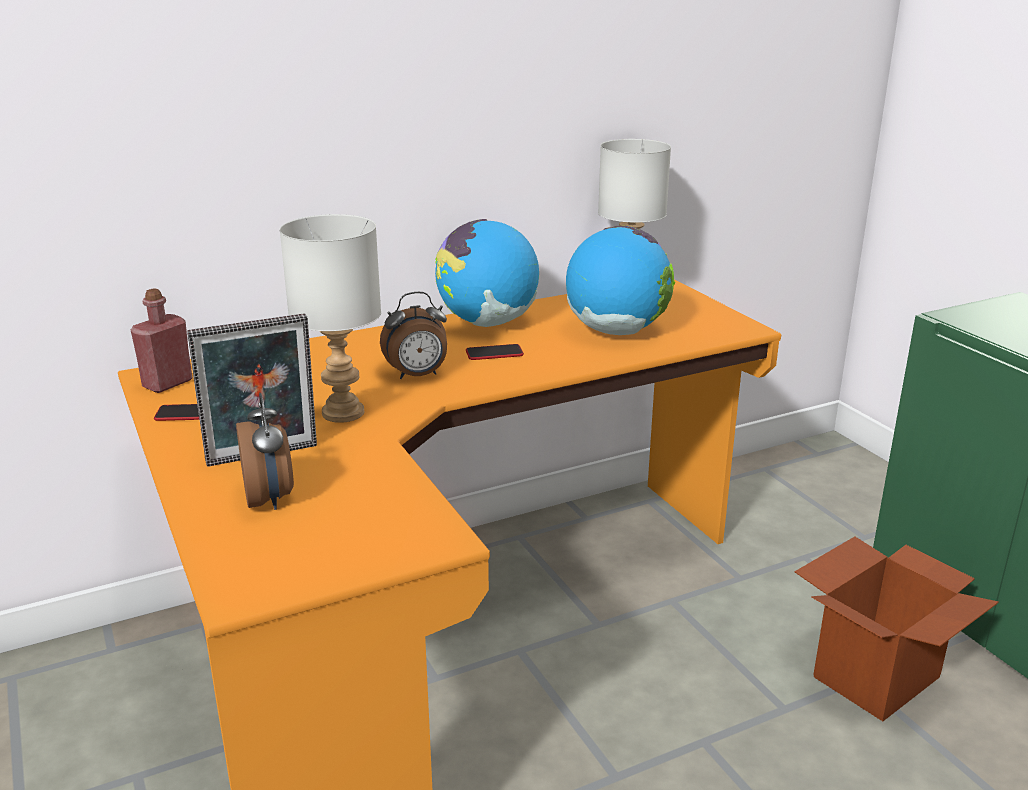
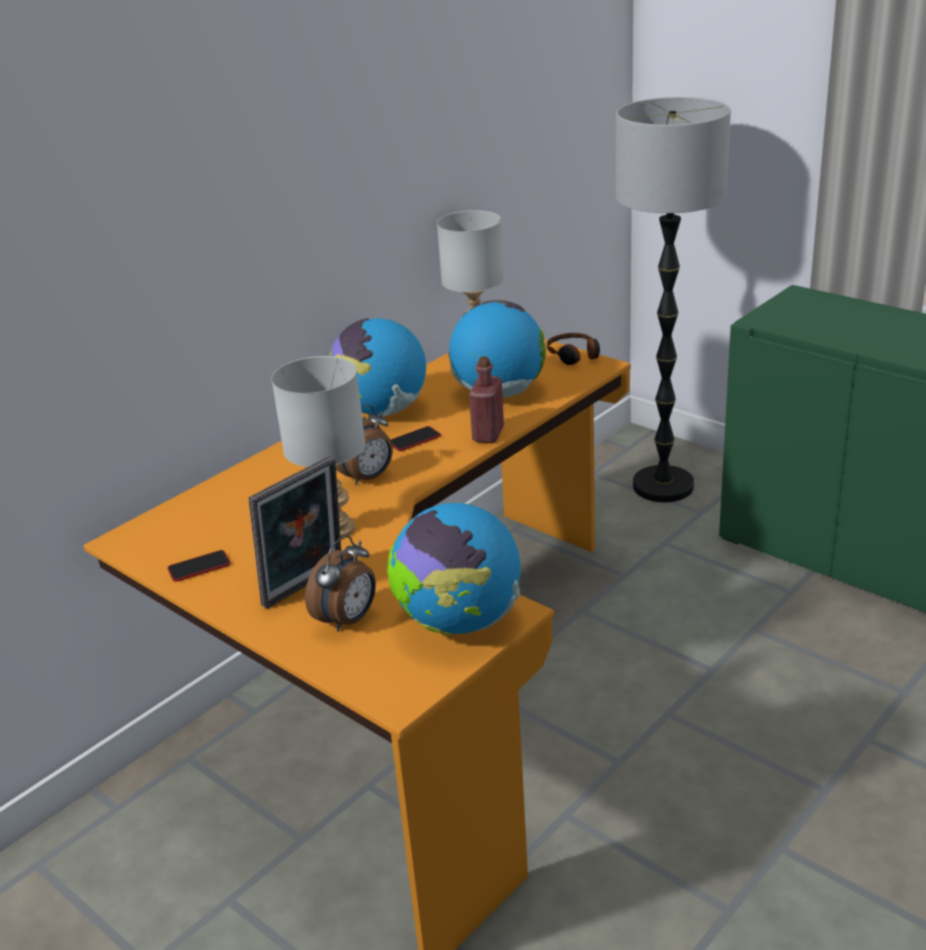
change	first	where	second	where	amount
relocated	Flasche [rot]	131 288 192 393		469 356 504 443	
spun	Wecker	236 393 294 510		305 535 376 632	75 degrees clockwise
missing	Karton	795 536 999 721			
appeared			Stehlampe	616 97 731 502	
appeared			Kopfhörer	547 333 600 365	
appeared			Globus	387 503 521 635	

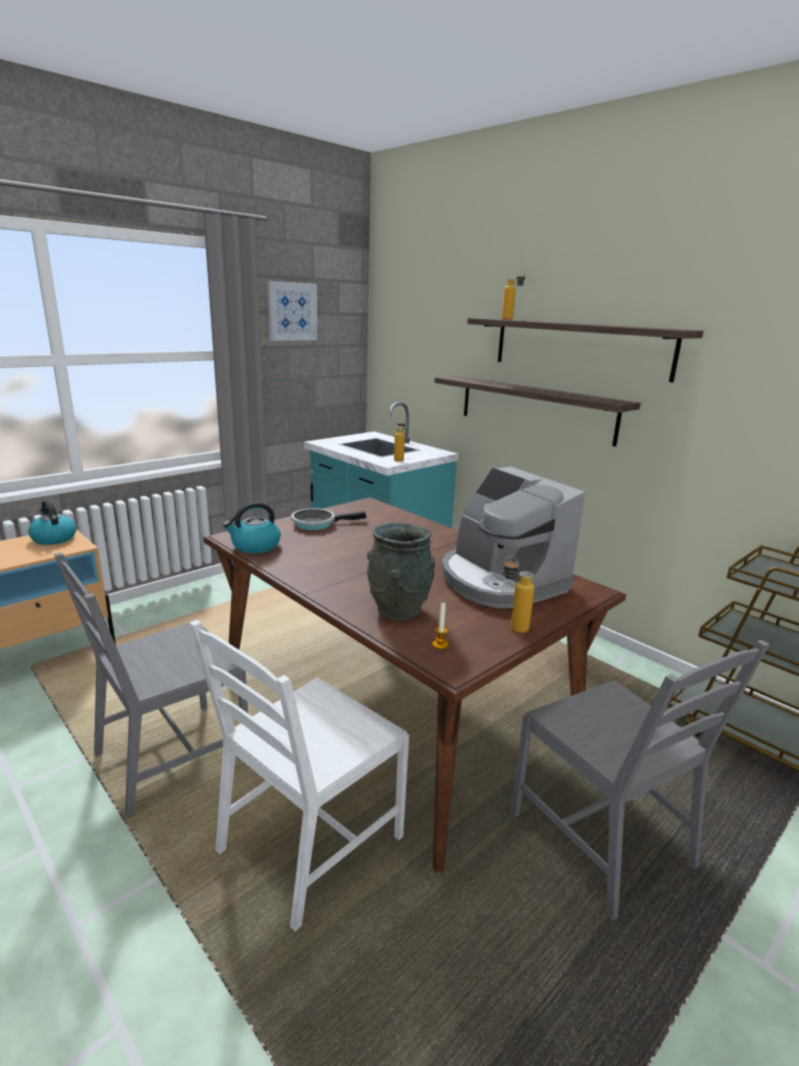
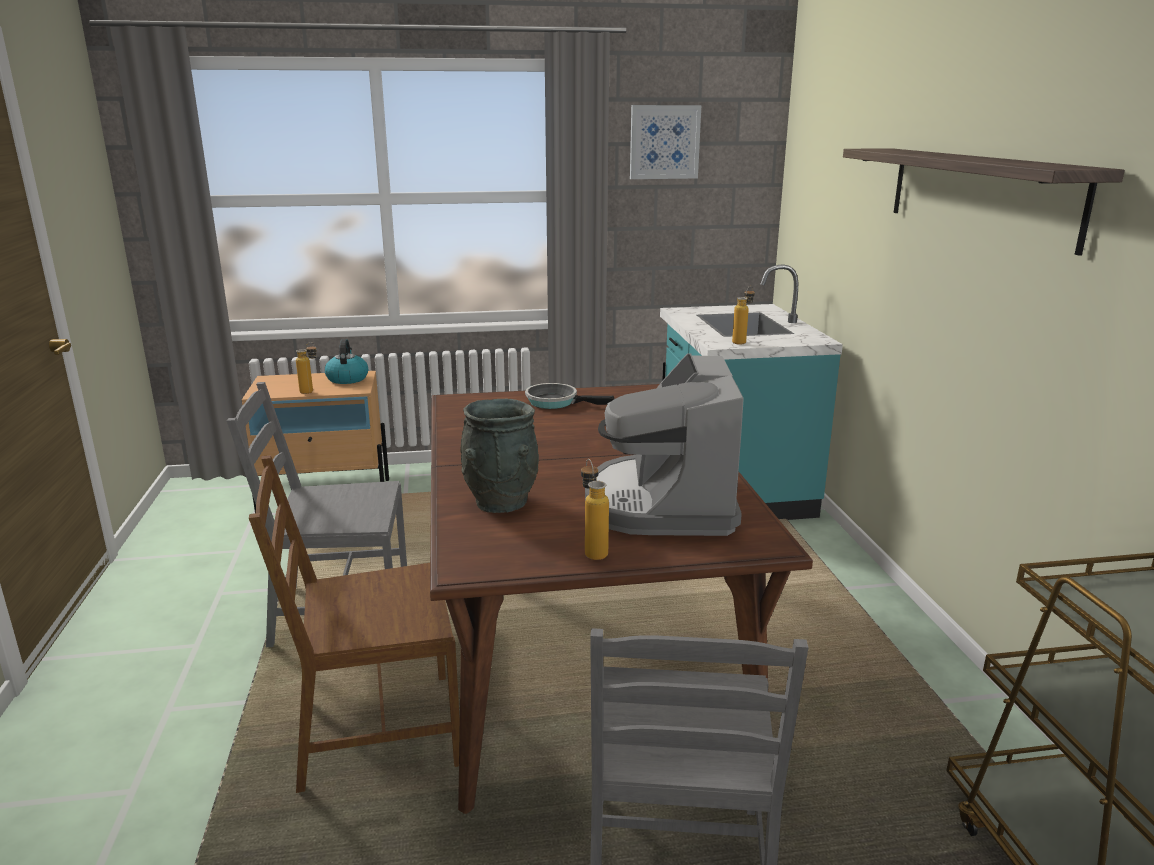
change	first	where	second	where	amount
relocated	Flasche	502 271 525 320		296 342 317 394	
missing	Wandregal	435 376 641 447			
missing	Wasserkessel	223 502 281 553			
missing	Kerze	432 603 449 650			
colour	Stuhl [weiß]	189 620 409 931	Stuhl [braun]	249 455 460 793	

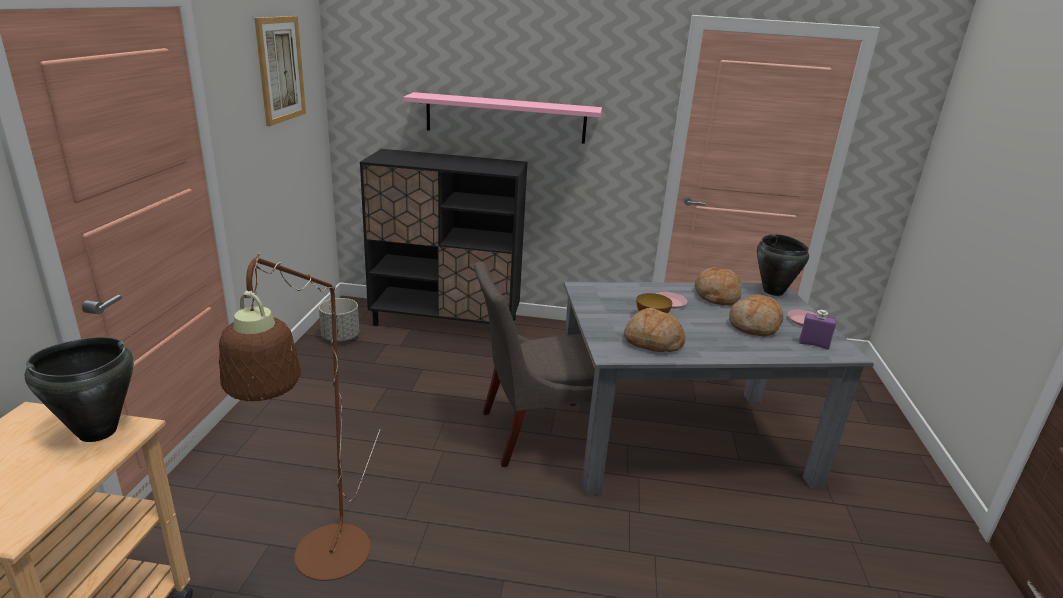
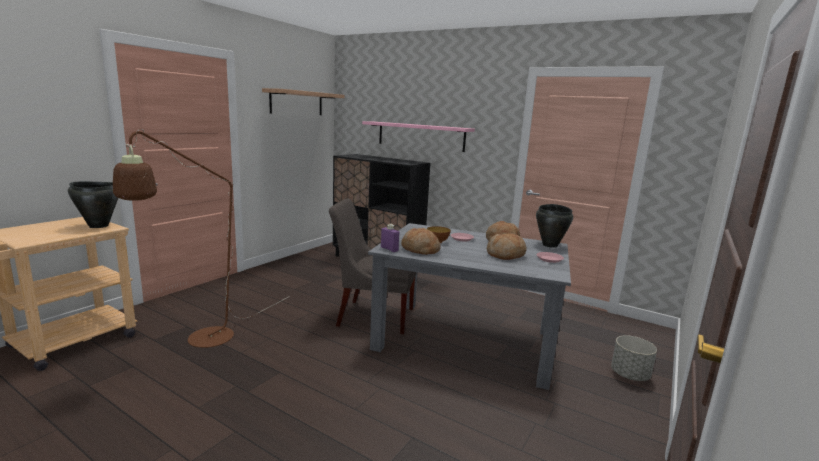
change	first	where	second	where	amount
exchanged	Bild	254 16 306 126	Wandregal	262 88 345 115	
relocated	Pflanzkübel [grau]	319 298 359 341		611 335 657 381	
relocated	Flasche [lila]	799 310 836 350		381 224 399 252	

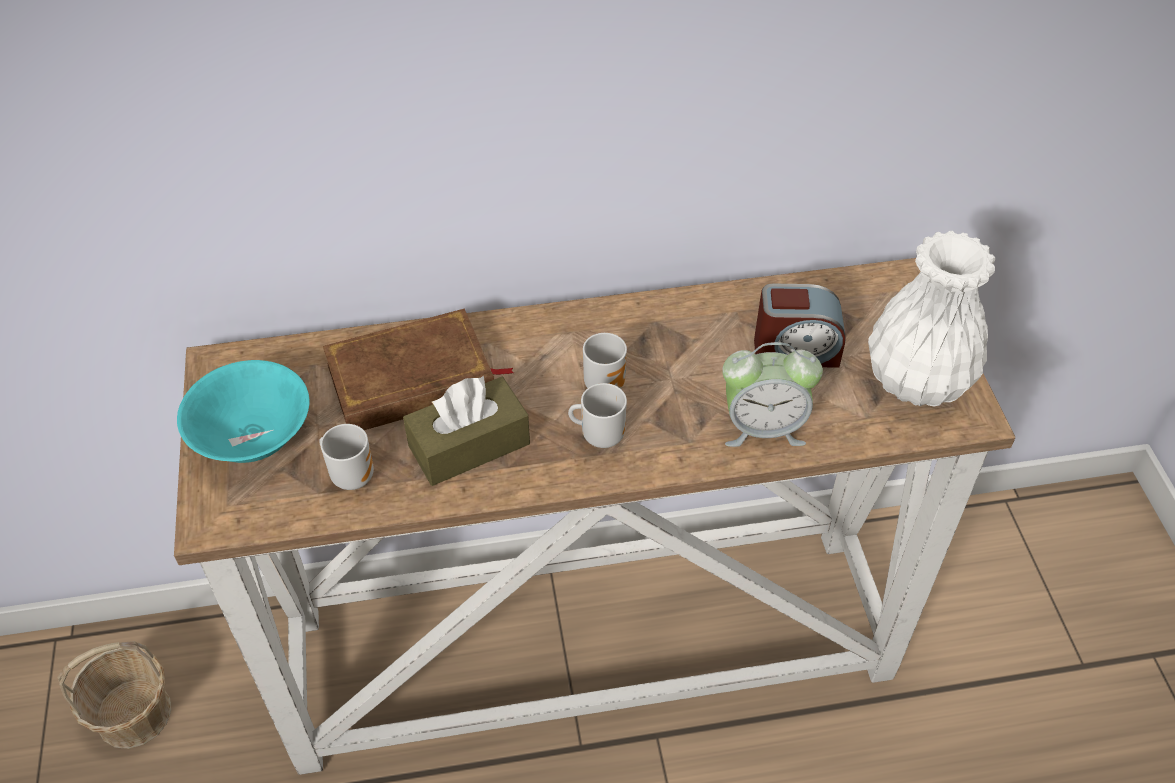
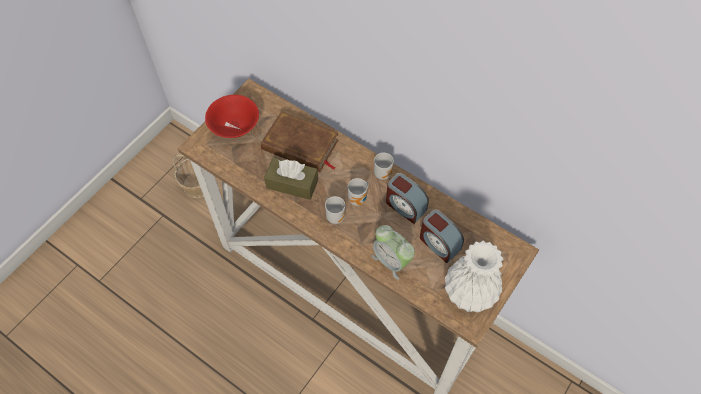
change	first	where	second	where	amount
colour	Schüssel [türkis]	177 360 309 463	Schüssel [rot]	205 95 259 138	
relocated	Henkelbecher	319 424 374 490		374 153 394 180	
appeared			Wecker	386 173 429 224	

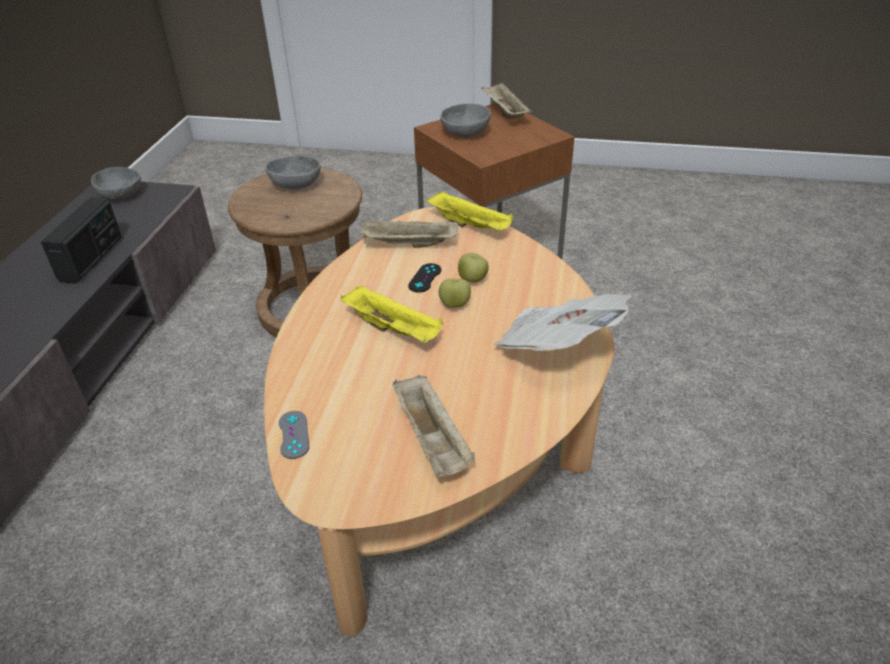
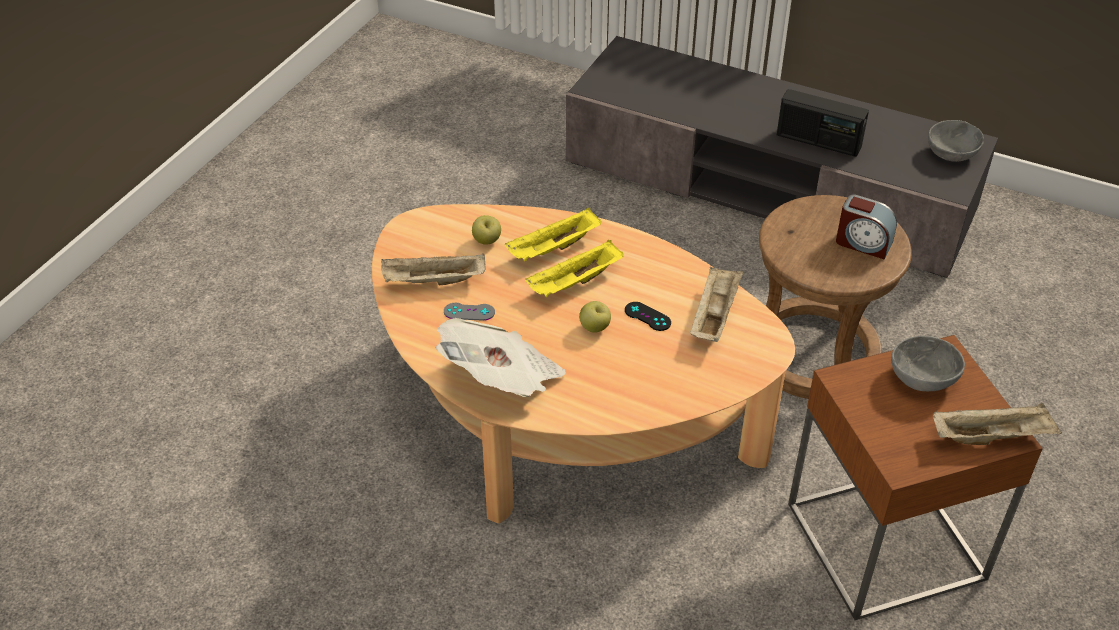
change	first	where	second	where	amount
exchanged	Schüssel [grau]	265 156 321 189	Wecker	836 194 897 259	
relocated	Tablett [gelb]	426 191 514 231		505 208 601 261	
relocated	Apfel	458 253 489 282		472 215 501 245	
relocated	Gamepad [grau]	279 411 309 459		444 303 495 321	

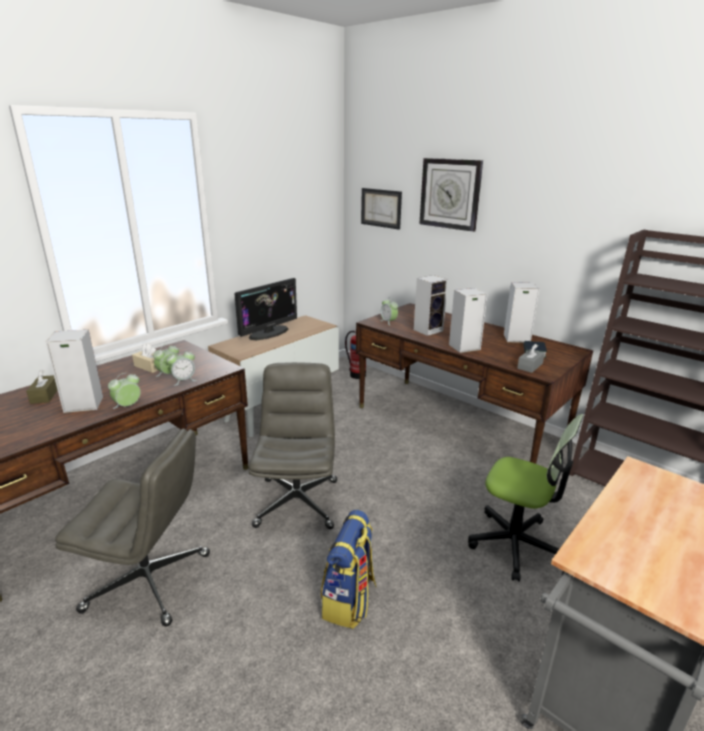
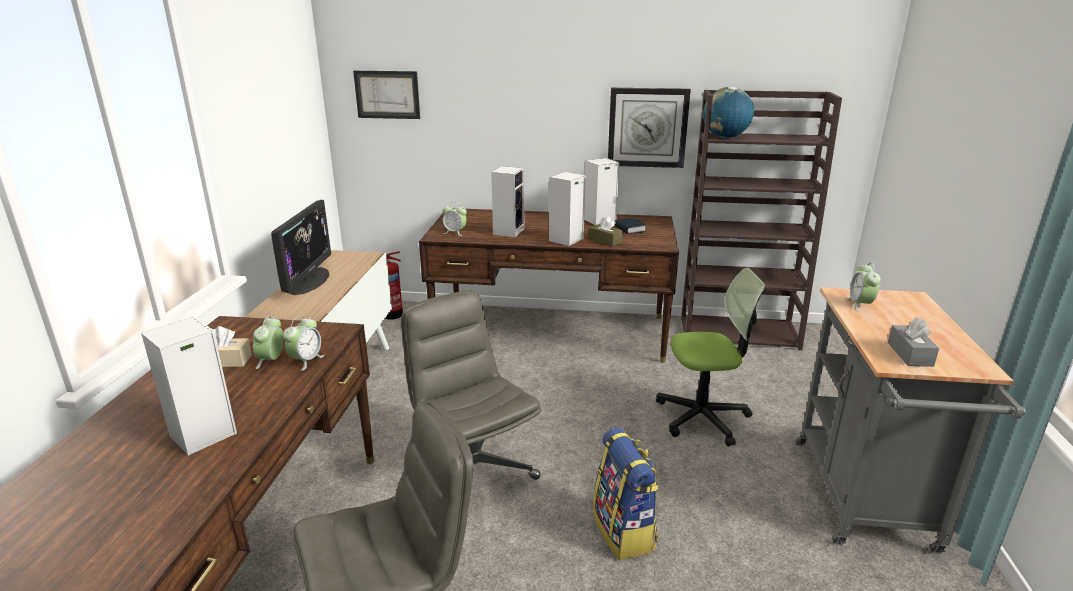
change	first	where	second	where	amount
relocated	Wanduhr	419 158 483 232		608 88 691 168	
relocated	Taschentuchbox [grau]	517 344 545 373		888 317 939 367	
relocated	Taschentuchbox [braun]	26 370 58 404		589 216 623 247	
relocated	Wecker	108 373 141 409		847 262 881 311	
appeared			Globus	703 87 754 138	

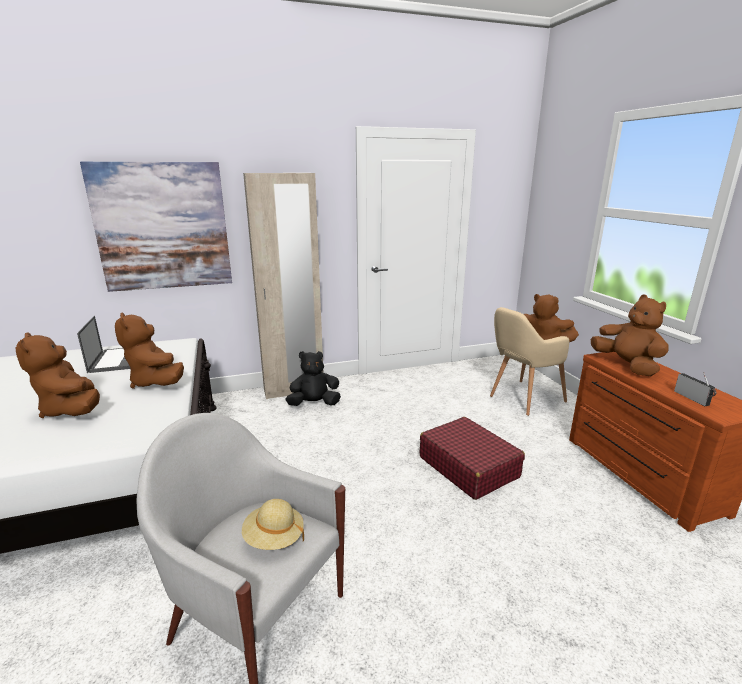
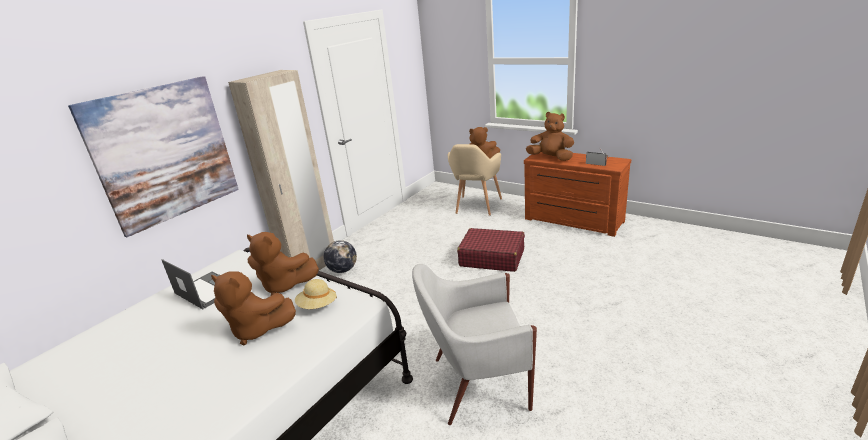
change	first	where	second	where	amount
exchanged	Plüschtier [schwarz]	285 351 341 406	Globus	324 240 357 273	
relocated	Hut [beige]	242 499 304 550		295 279 337 309	

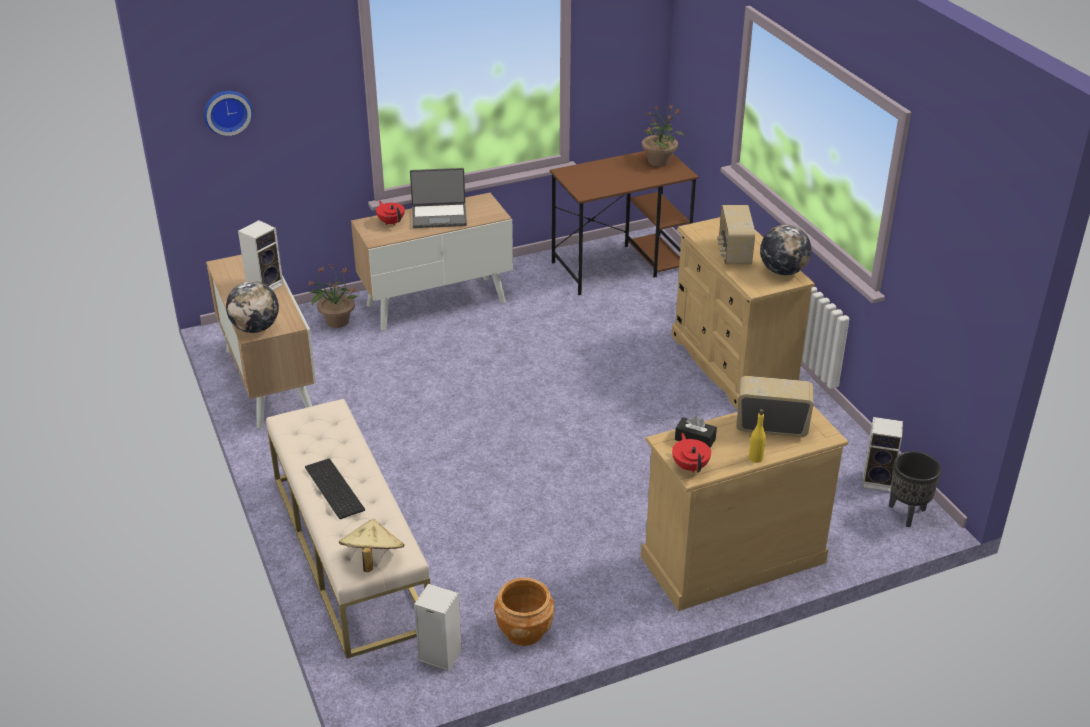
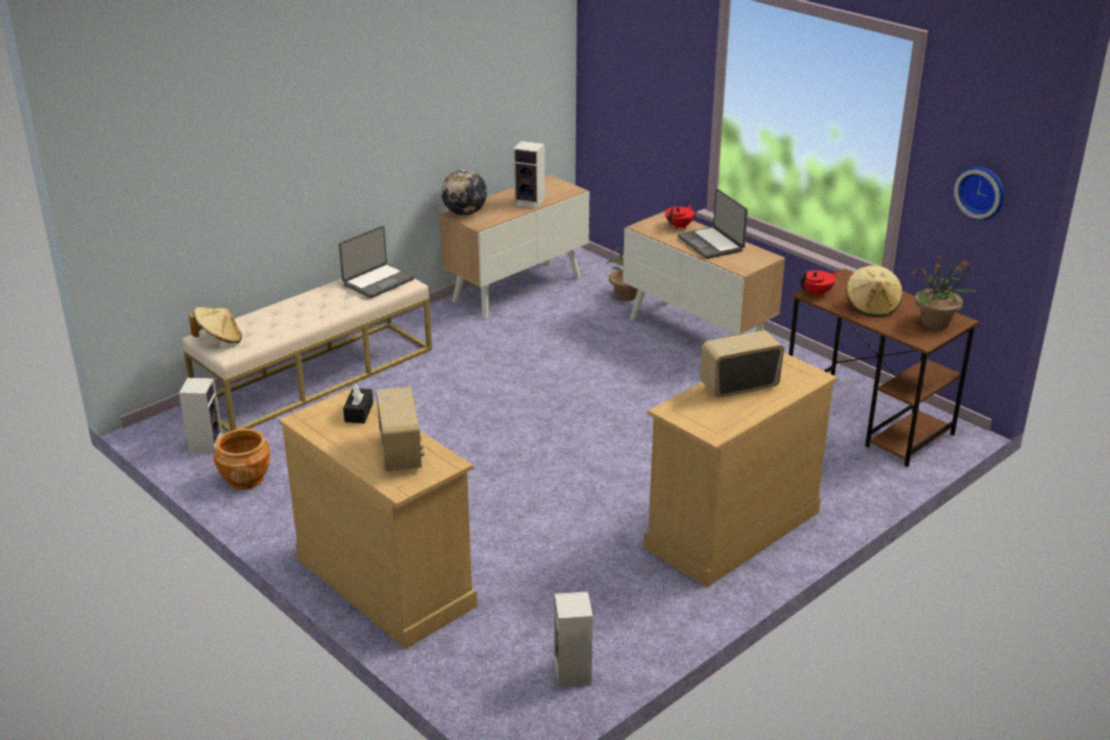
change	first	where	second	where	amount
relocated	Wanduhr	204 91 253 136		954 166 1005 220	
missing	Globus	760 225 811 275			
missing	Flasche [gelb]	749 409 766 463			
relocated	Teekanne [rot]	672 433 711 473		801 270 838 297	
missing	Pflanzkübel [schwarz]	889 451 941 527			
missing	Tastatur	305 459 365 519			
appeared			Laptop	339 226 414 298	
appeared			Hut [beige]	846 265 903 317	

